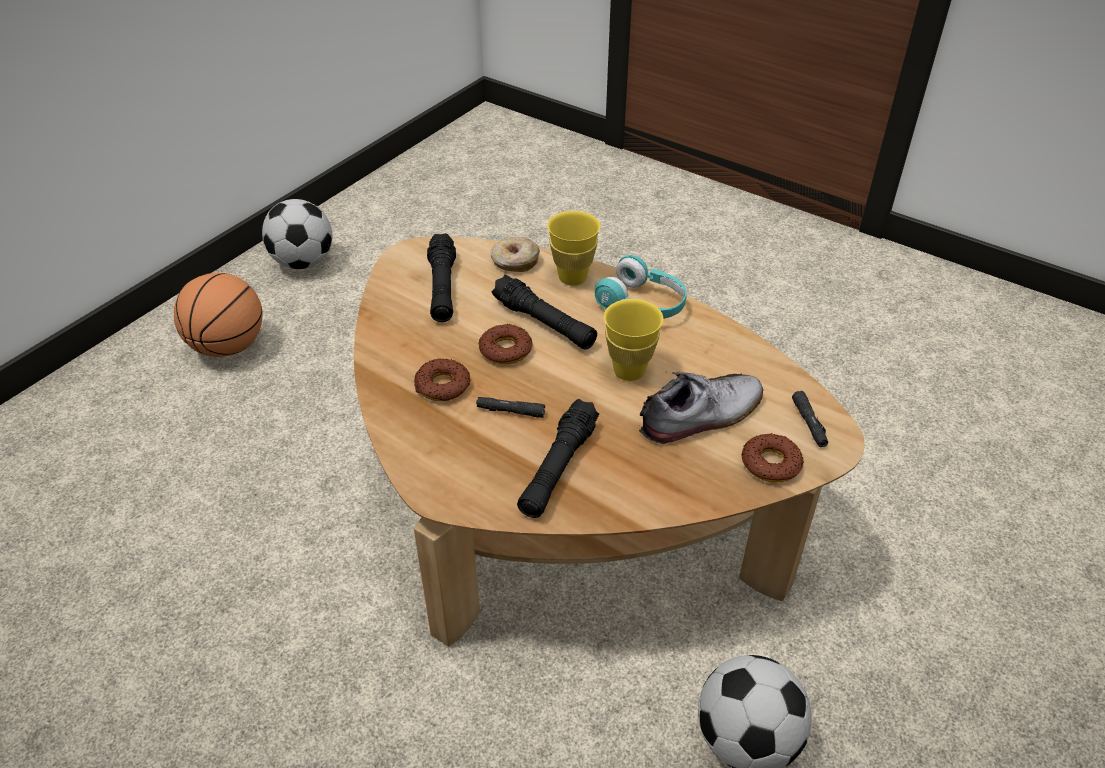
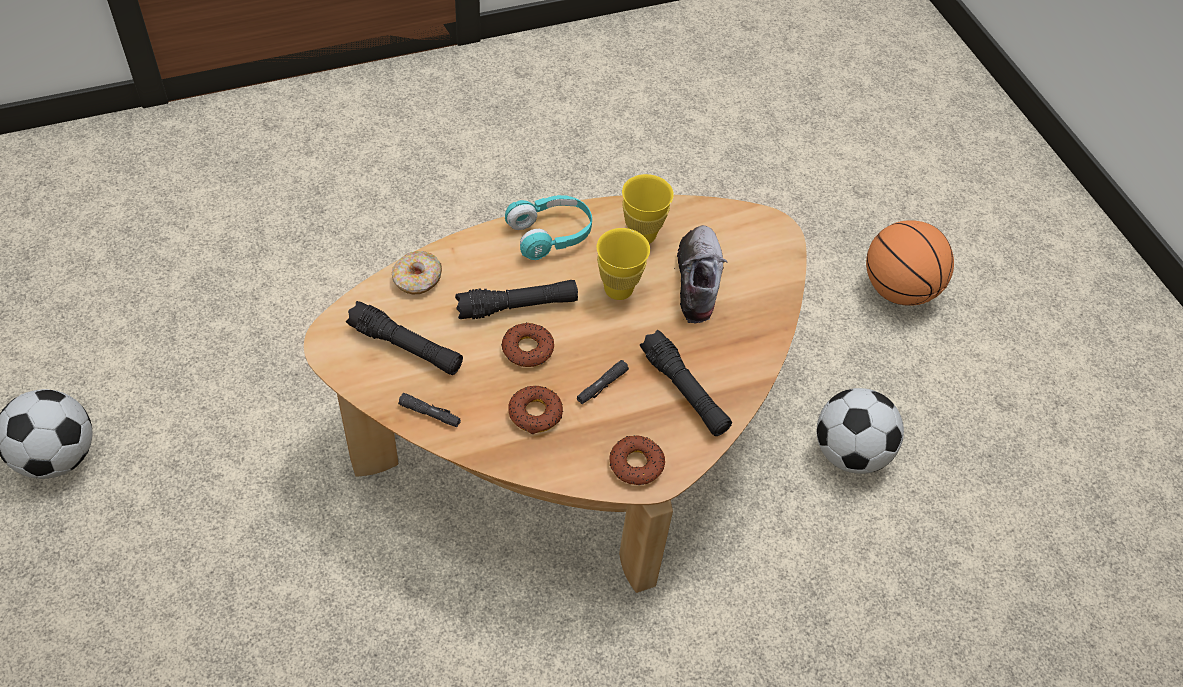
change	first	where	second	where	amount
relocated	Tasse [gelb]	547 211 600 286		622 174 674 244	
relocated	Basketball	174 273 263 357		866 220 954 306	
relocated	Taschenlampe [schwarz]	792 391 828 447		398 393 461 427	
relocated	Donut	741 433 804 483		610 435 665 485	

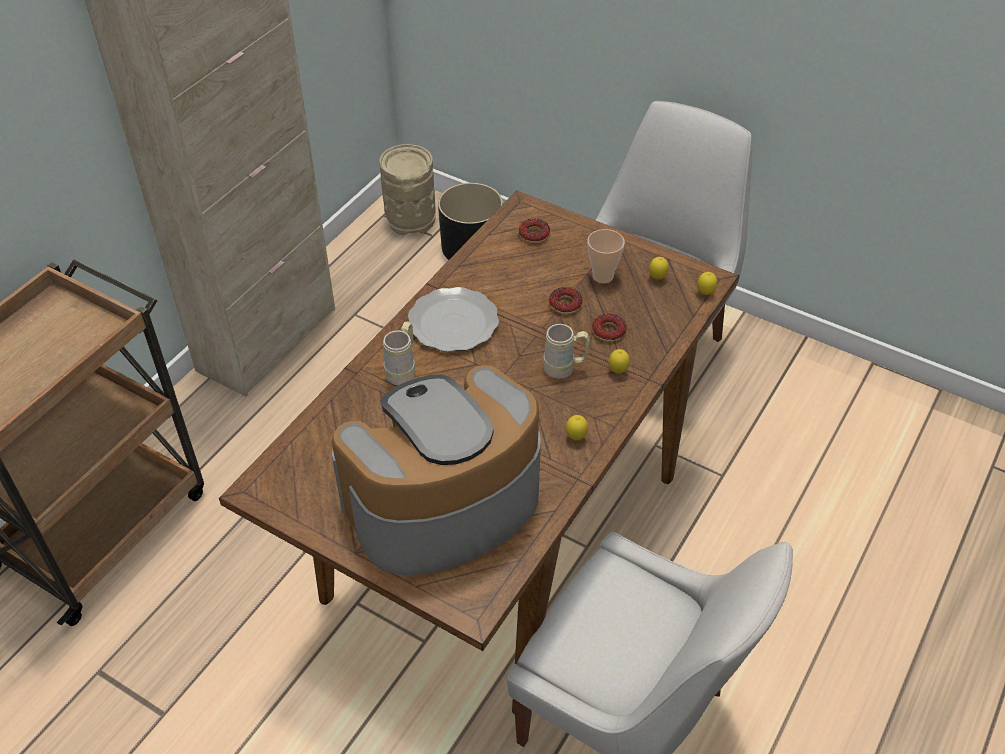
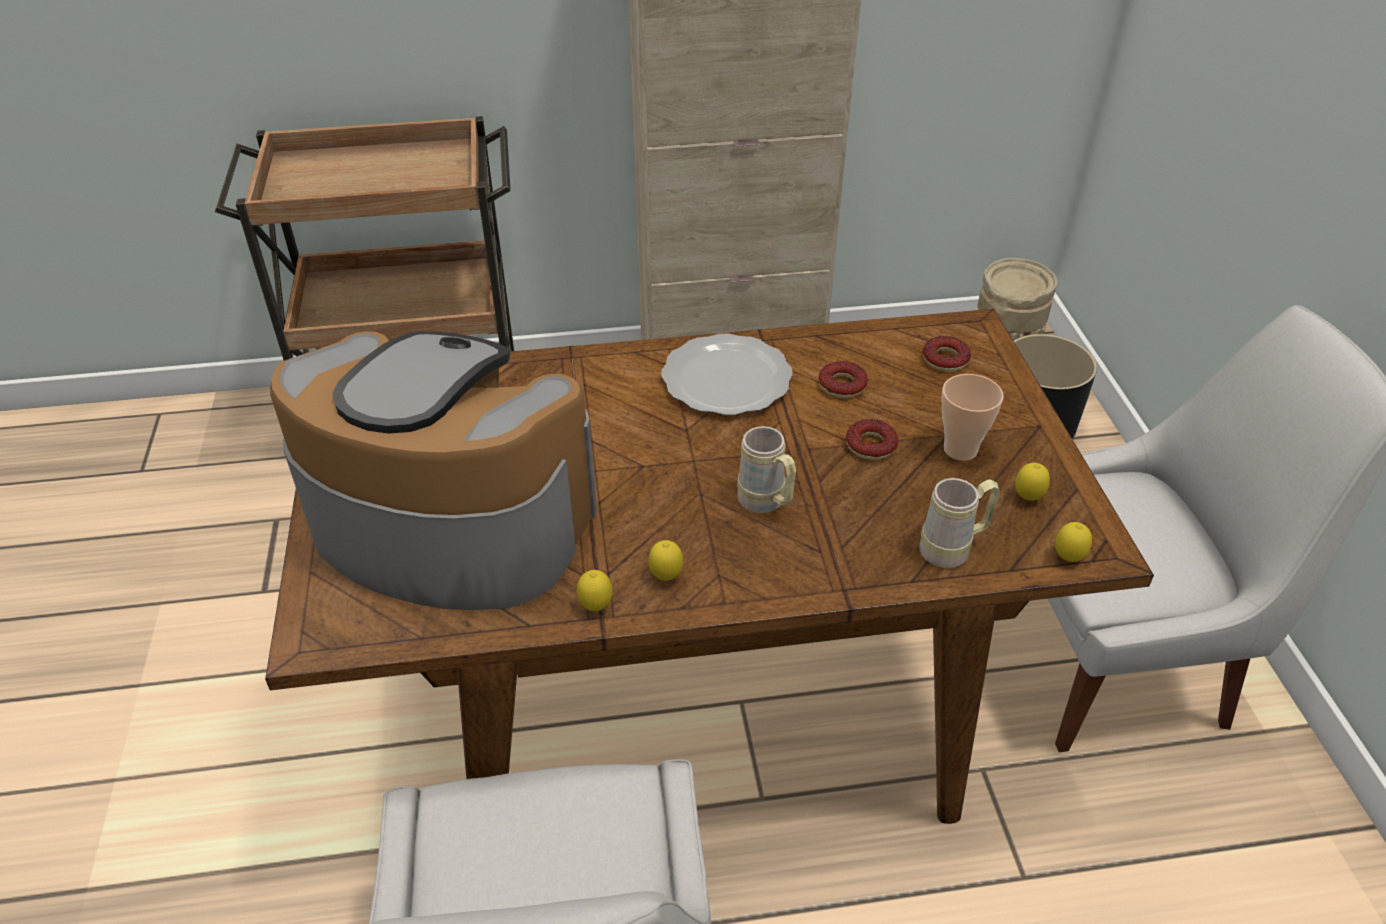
change	first	where	second	where	amount
relocated	Donut	592 314 627 342		818 361 868 398	
relocated	Henkelbecher [beige]	383 322 415 385		919 478 1000 568	
relocated	Zitrone	609 349 630 374		577 570 613 611	

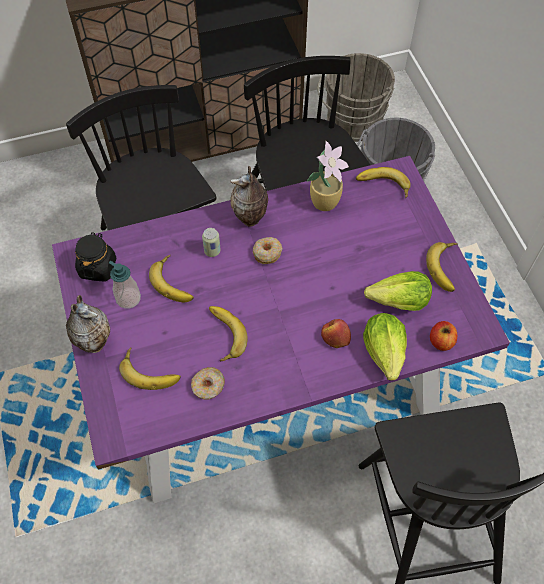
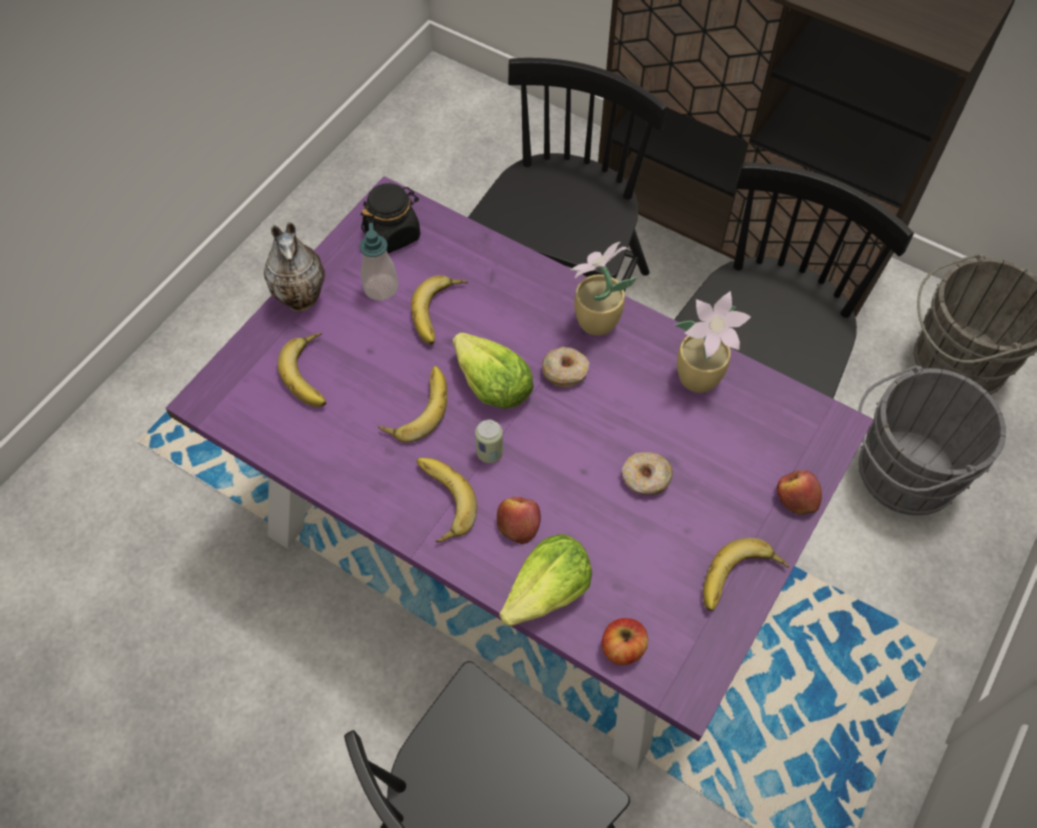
change	first	where	second	where	amount
exchanged	Vase	230 166 268 227	Topfpflanze	570 242 637 336	
relocated	Banane	356 167 411 198		417 458 477 543	
relocated	Dose	202 228 221 257		475 420 503 463	
relocated	Salatkopf	364 271 432 311		453 332 534 409	
relocated	Donut	191 367 225 399		622 452 673 495	
appeared			Apfel	776 470 822 515	

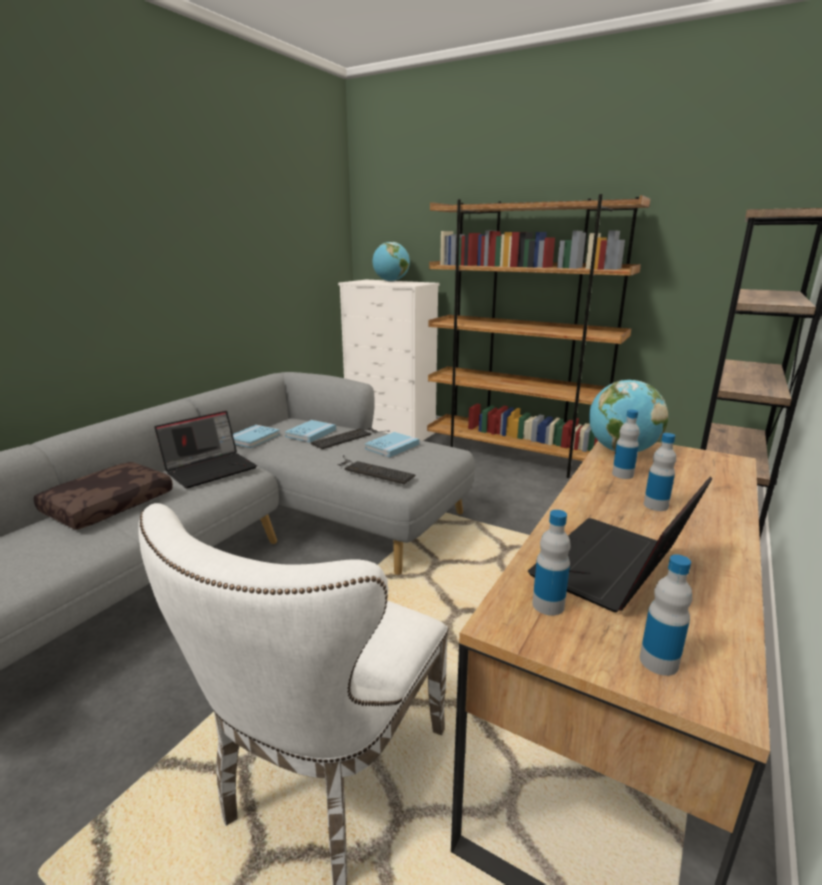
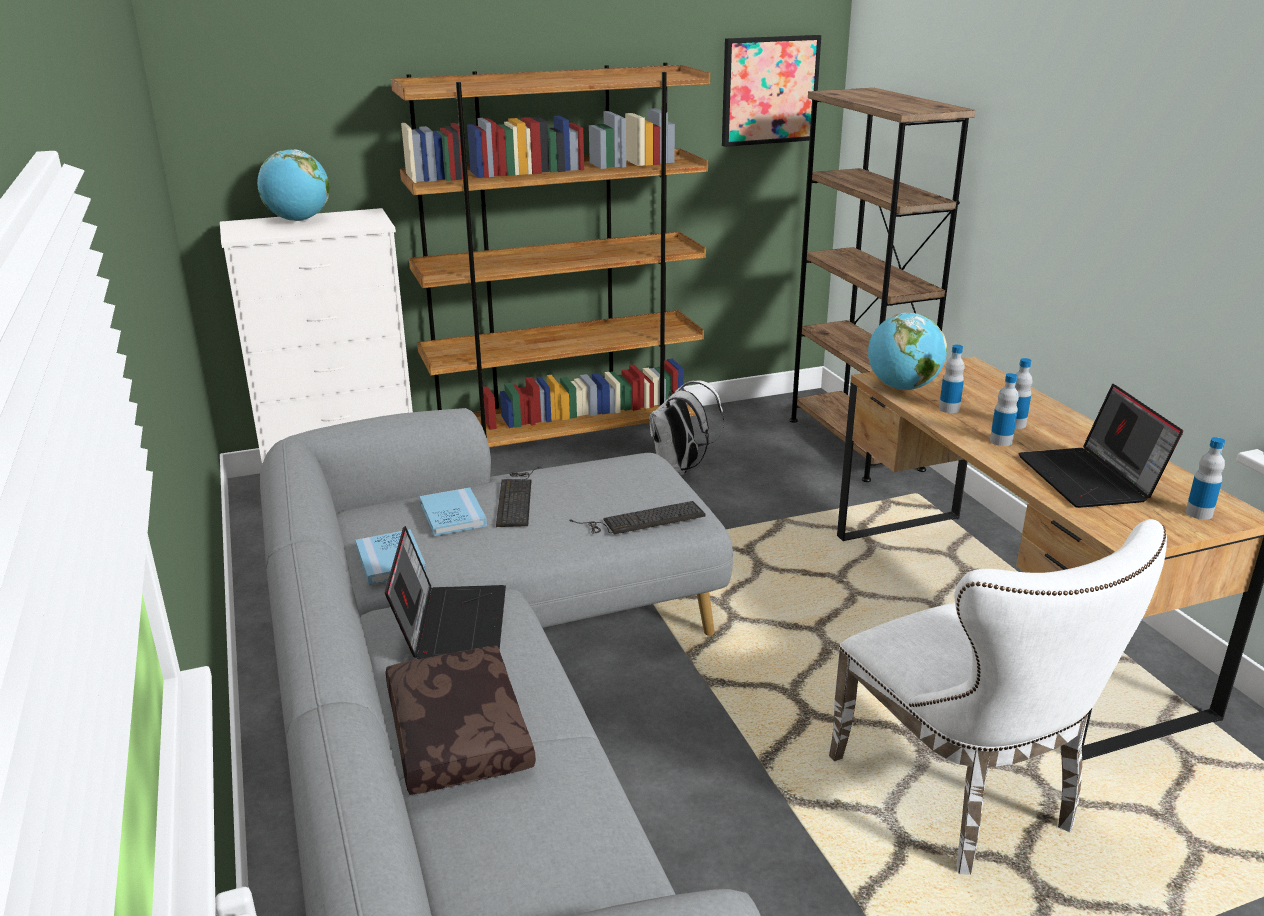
change	first	where	second	where	amount
missing	Buch [blau]	365 432 419 457			
relocated	Flasche	532 510 571 616		990 373 1019 446	
appeared			Bild	722 35 821 147	
appeared			Rucksack [weiß]	650 380 724 475	

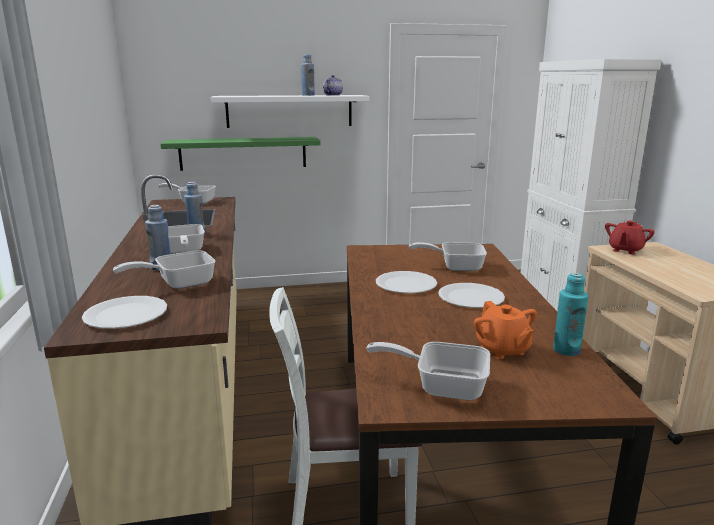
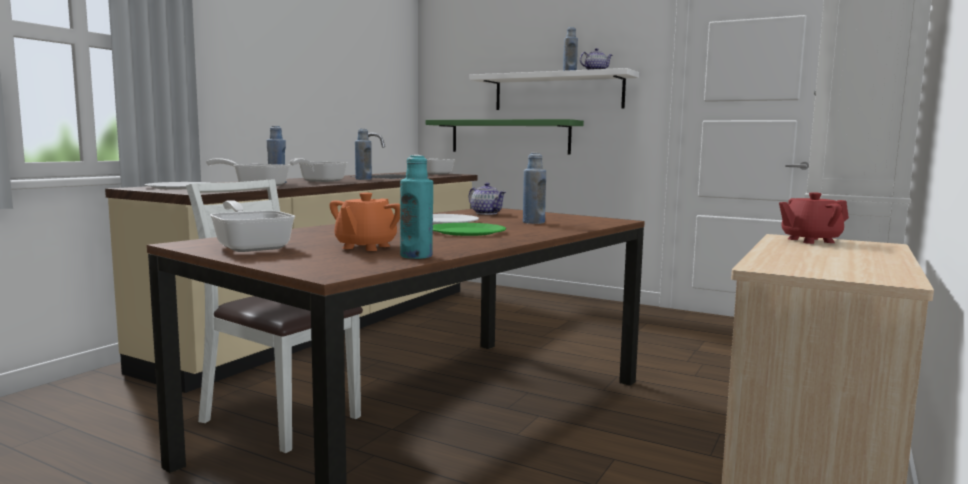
change	first	where	second	where	amount
exchanged	Pfanne	409 242 487 271	Flasche [blau]	523 153 546 224	
colour	Teller [weiß]	438 283 505 308	Teller [grün]	433 223 506 236	
appeared			Teekanne	469 183 506 215	

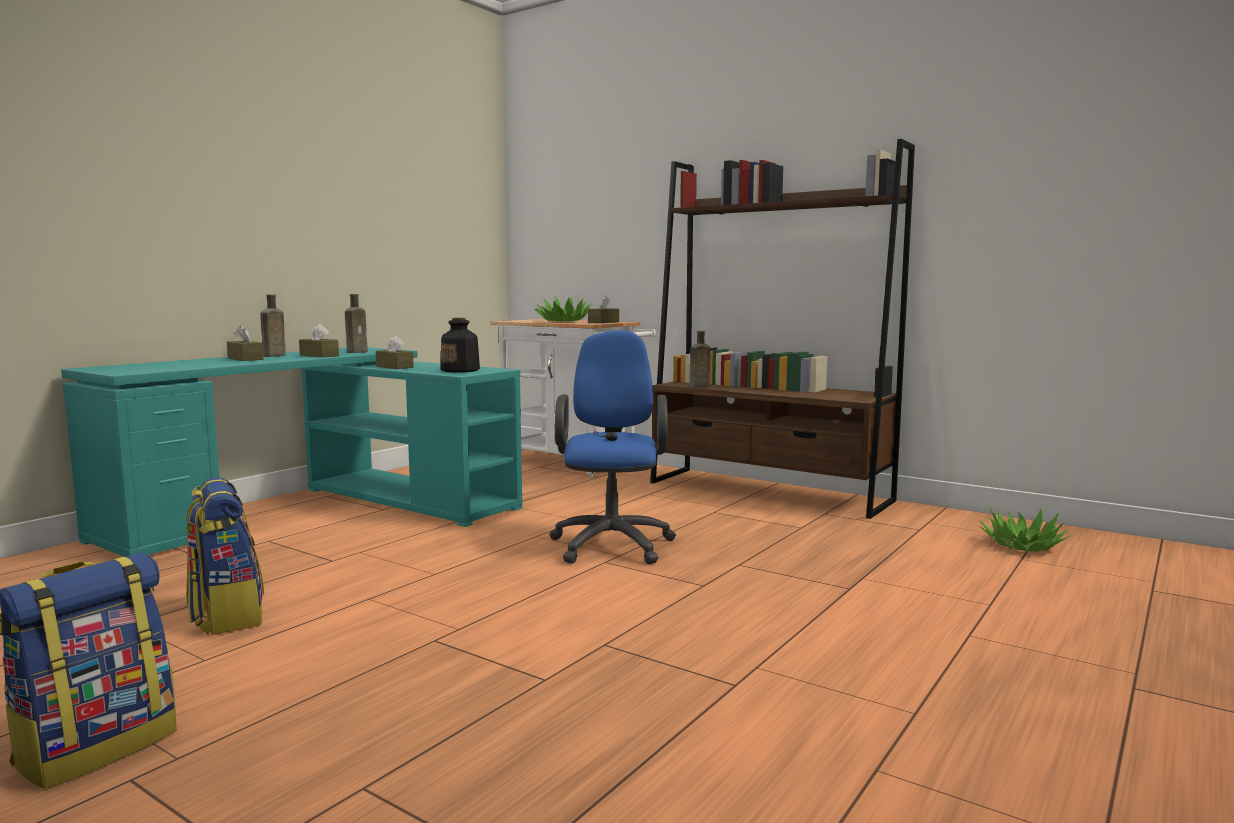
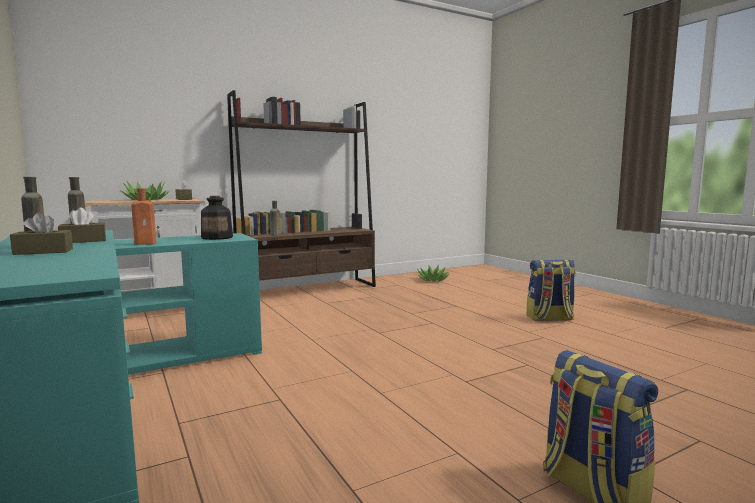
change	first	where	second	where	amount
missing	Bürostuhl [blau]	549 330 676 564			
exchanged	Taschentuchbox [braun]	376 336 414 369	Flasche [orange]	131 188 156 245	
relocated	Rucksack	186 477 264 635		527 260 576 321	

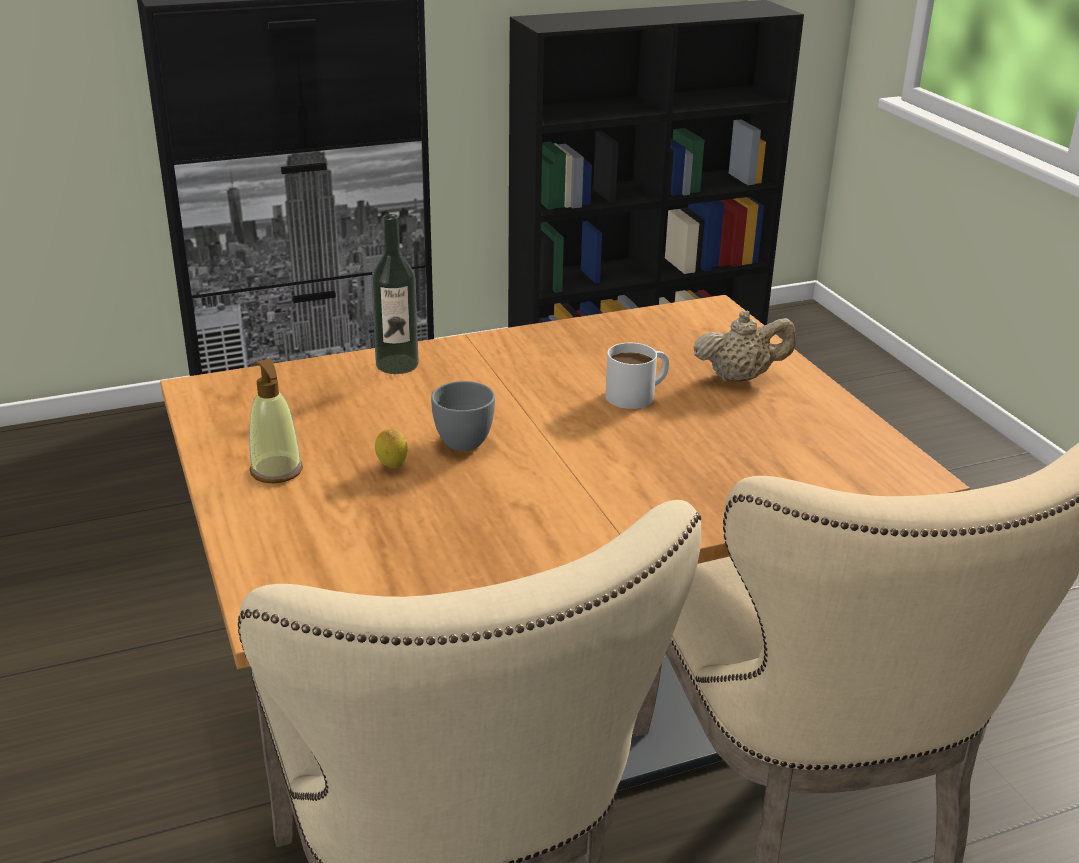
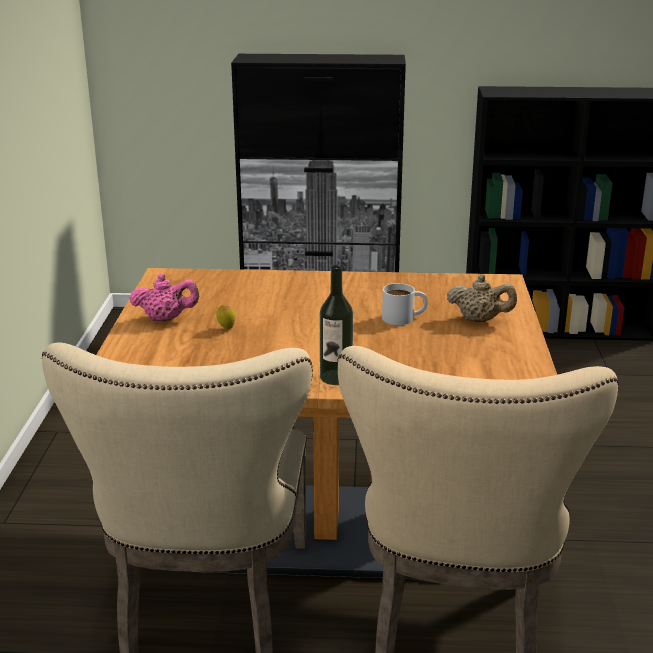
change	first	where	second	where	amount
relocated	Flasche	371 214 419 374		320 265 353 385	
exchanged	Seifenspender	249 359 303 483	Teekanne [rosa]	129 274 199 322	
missing	Tasse [grau]	431 381 495 451			

